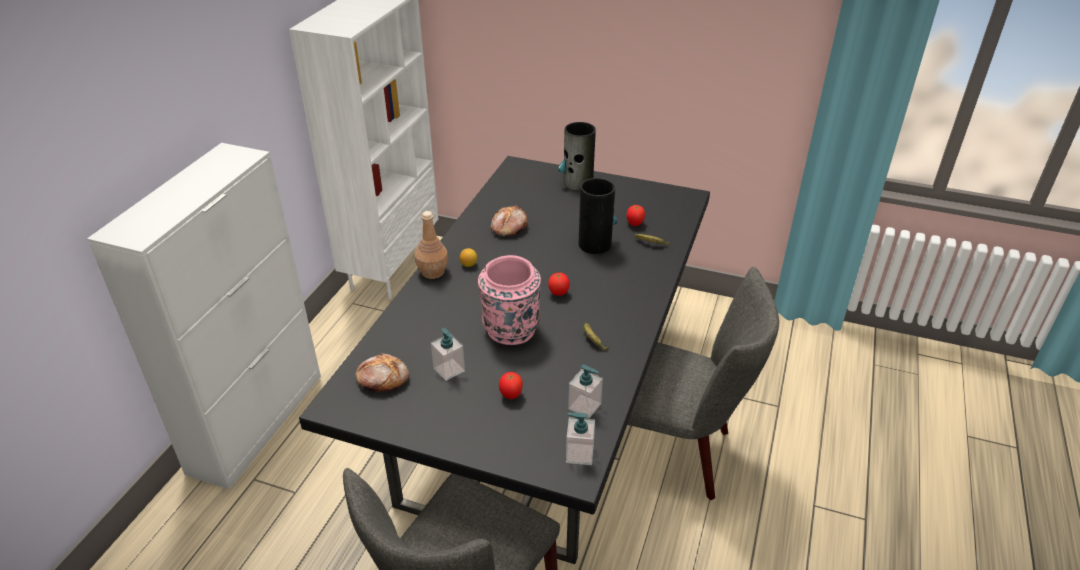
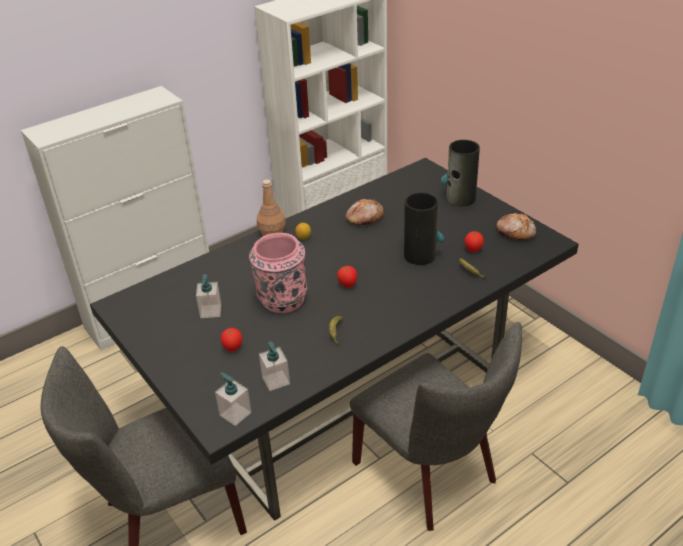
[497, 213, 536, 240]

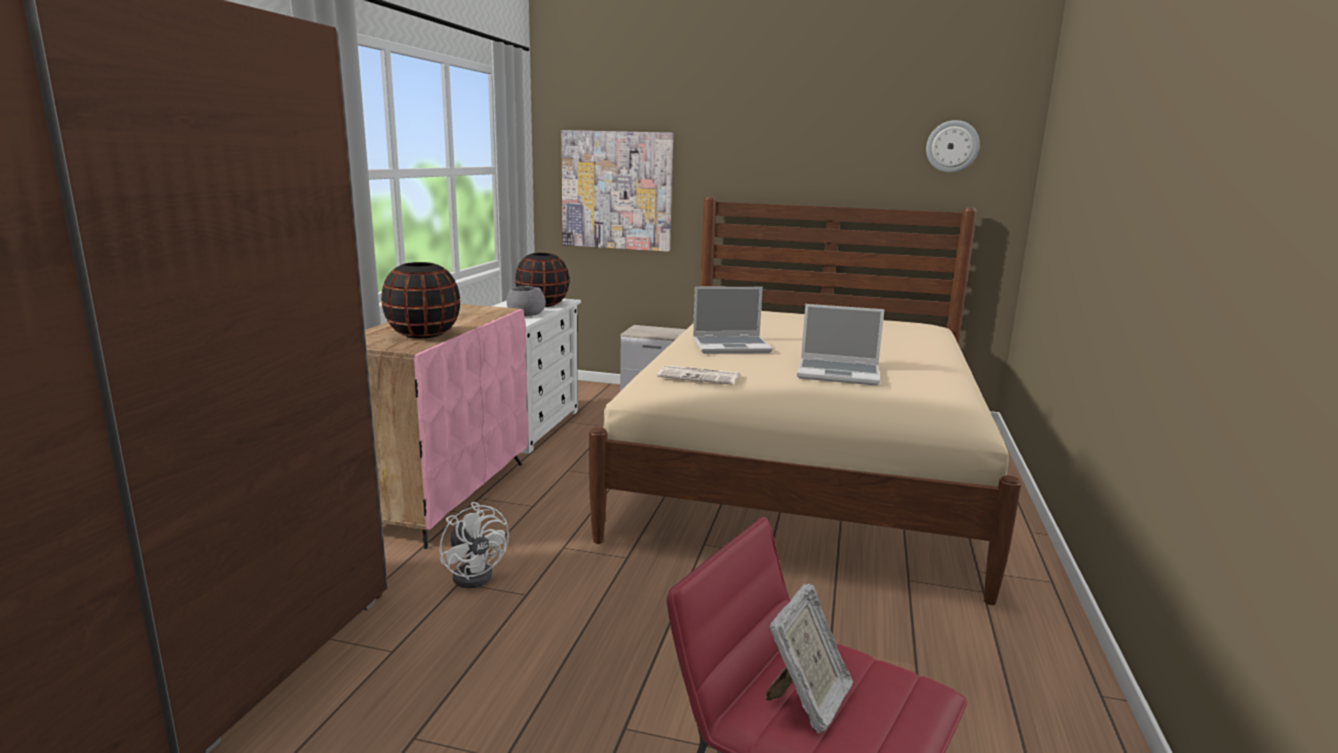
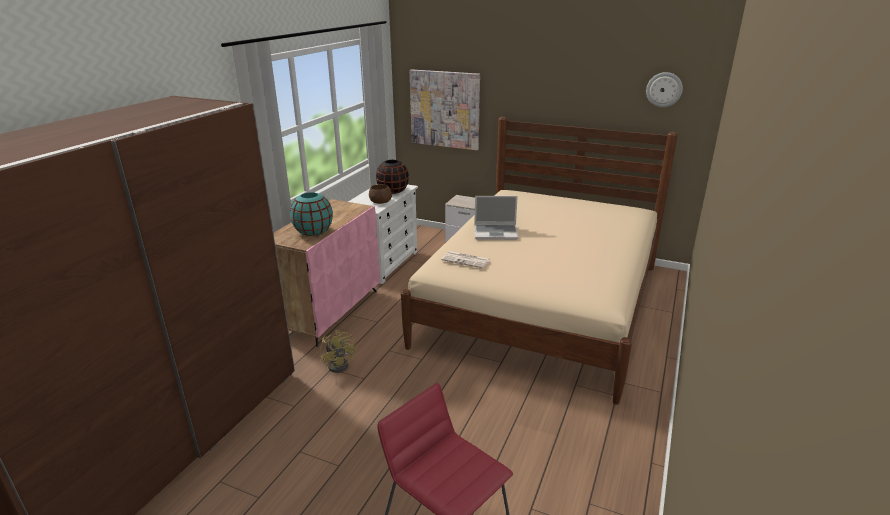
[290, 192, 333, 236]
[319, 330, 357, 373]
[369, 184, 392, 204]
[766, 584, 853, 733] (first image)
[797, 304, 884, 385] (first image)

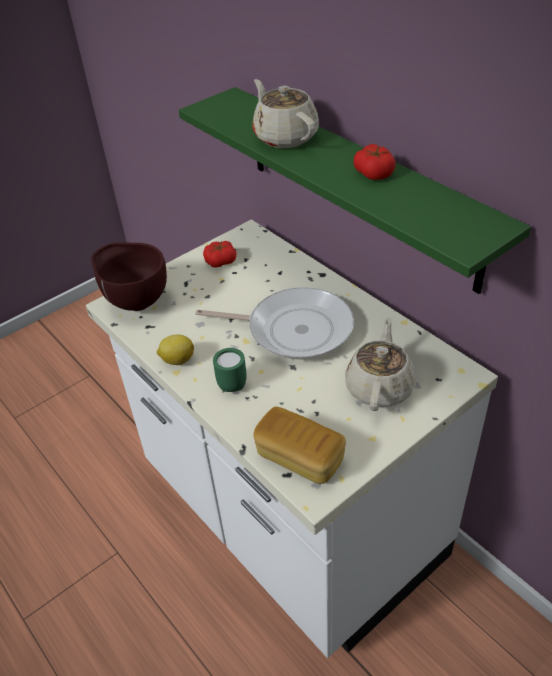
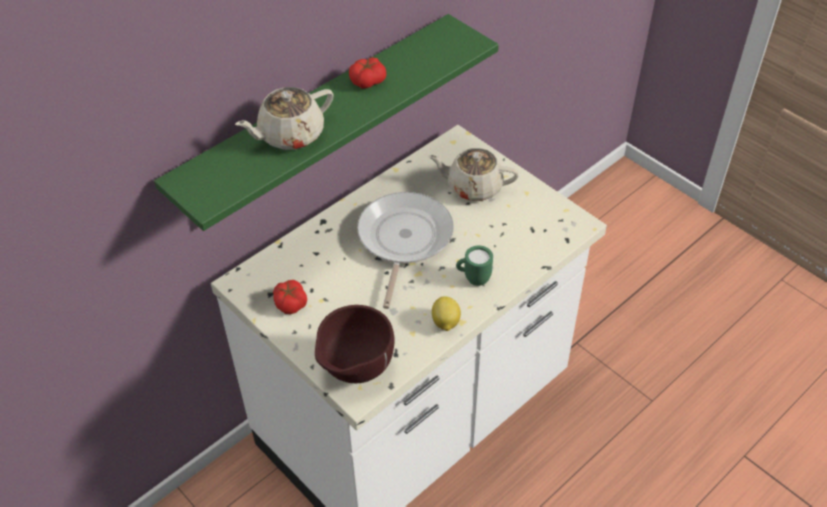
[253, 406, 346, 484] (first image)

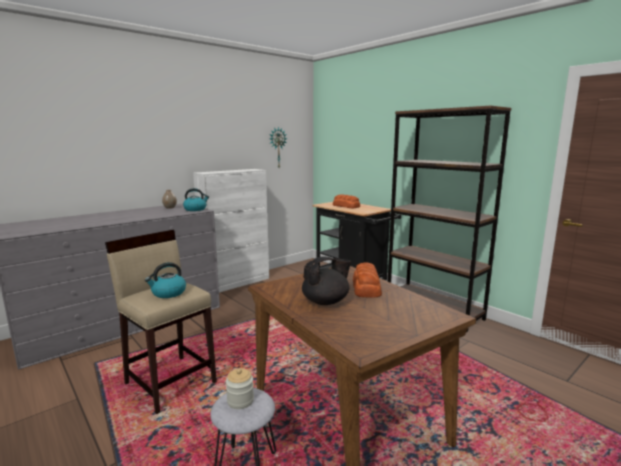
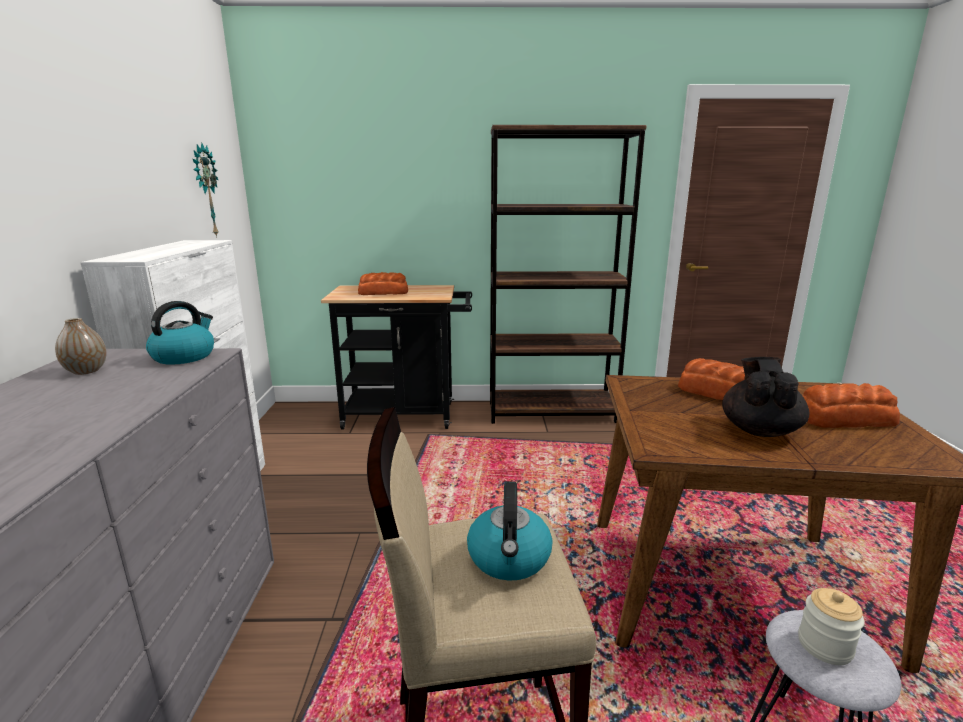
[803, 383, 900, 428]

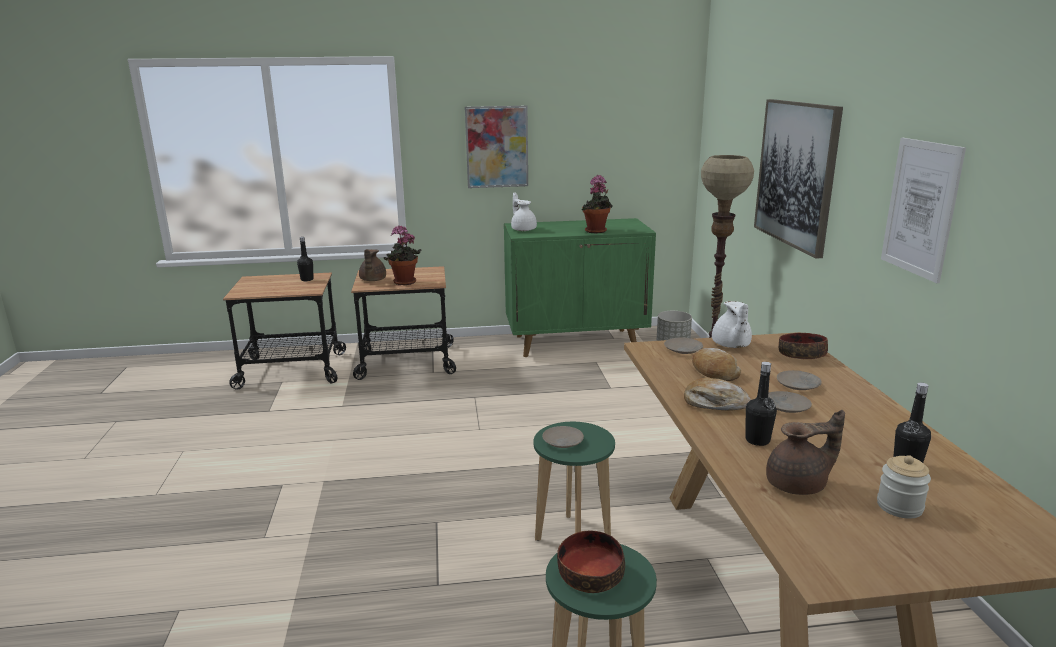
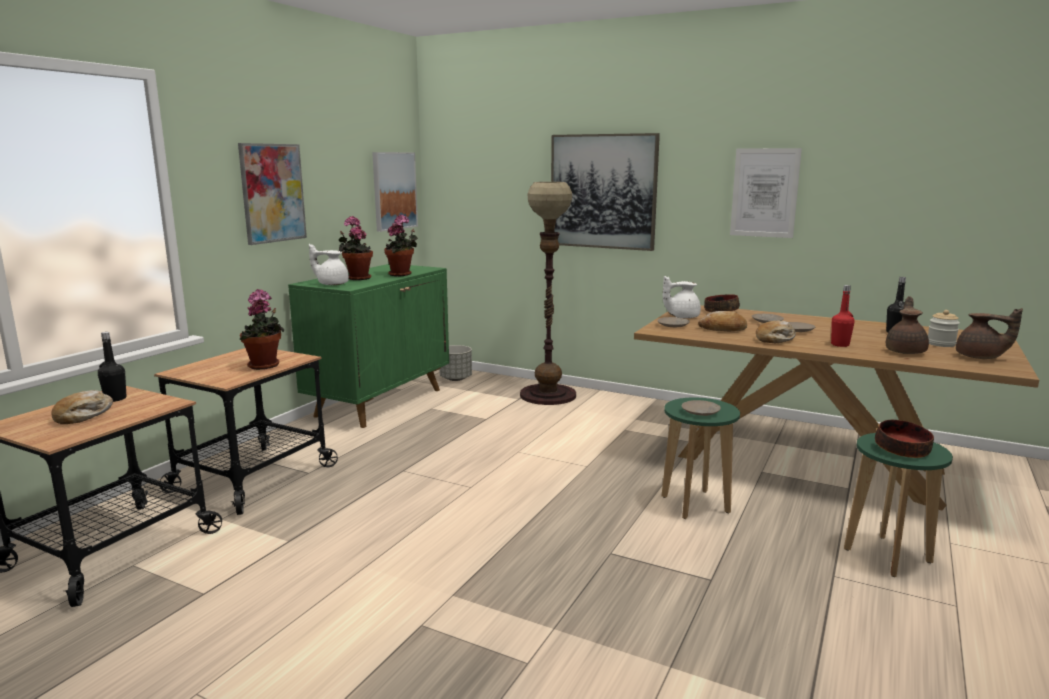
[956, 308, 1023, 359]
[663, 276, 701, 318]
[831, 285, 855, 347]
[51, 390, 113, 424]
[338, 216, 373, 280]
[372, 152, 418, 232]

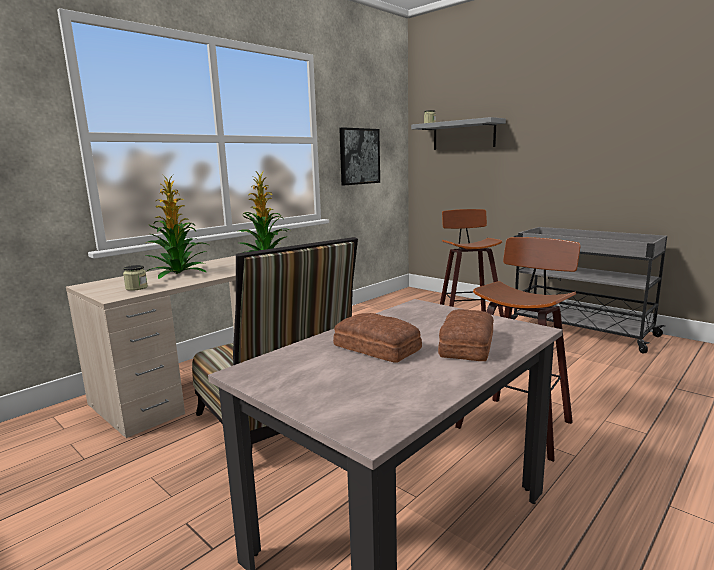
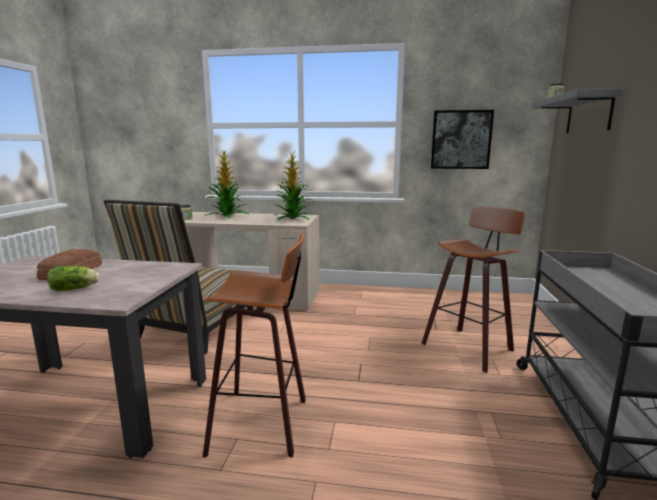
[47, 266, 100, 291]

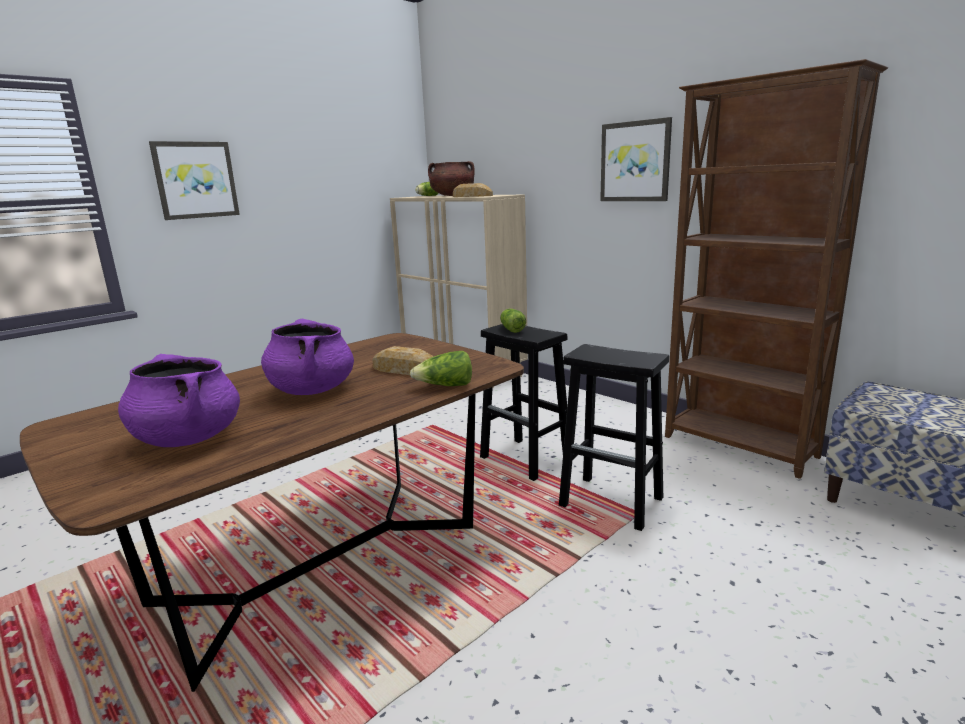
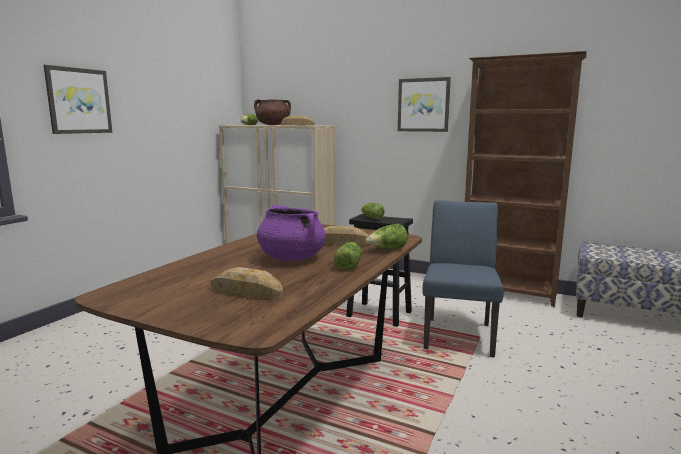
[211, 267, 283, 301]
[422, 200, 504, 358]
[334, 242, 362, 270]

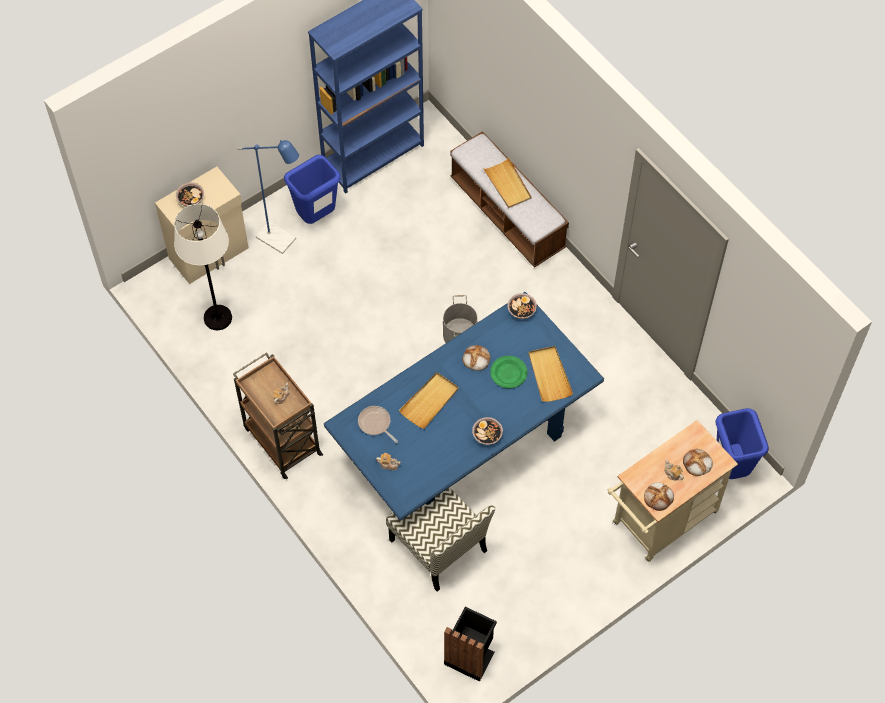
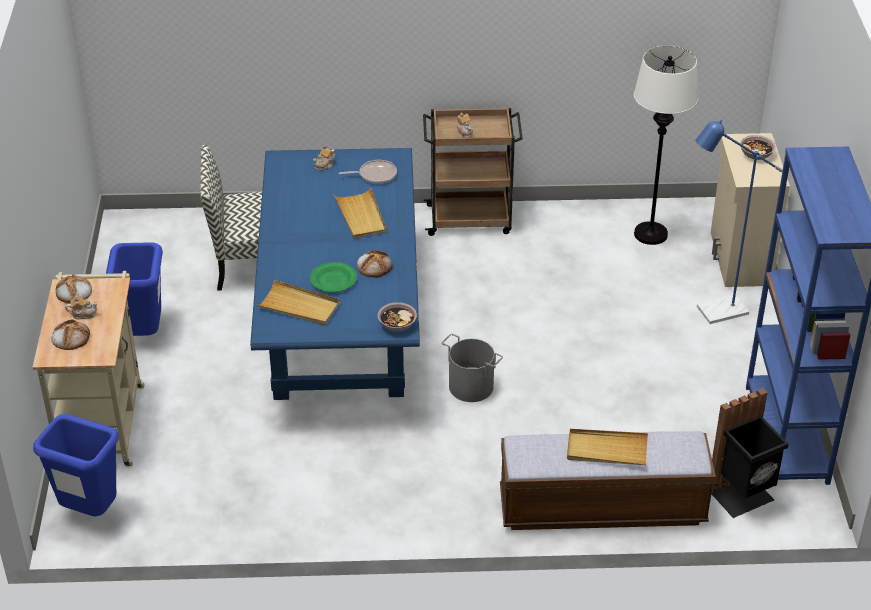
[106, 242, 163, 336]
[711, 388, 789, 518]
[472, 417, 503, 445] (first image)

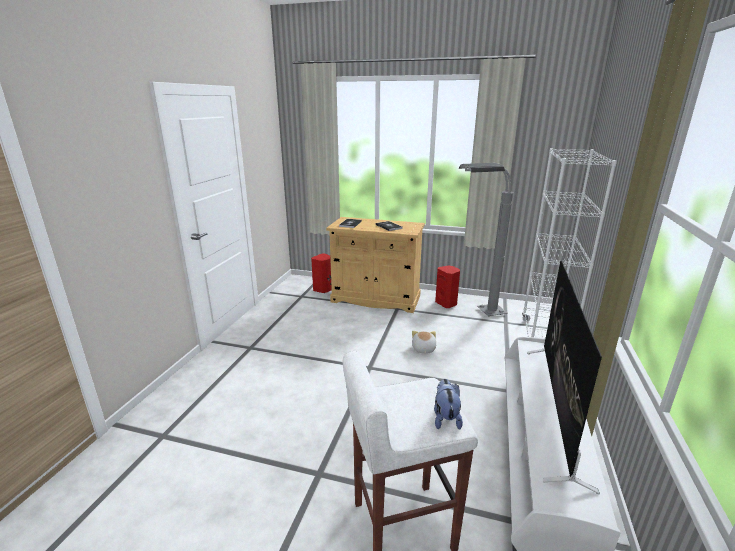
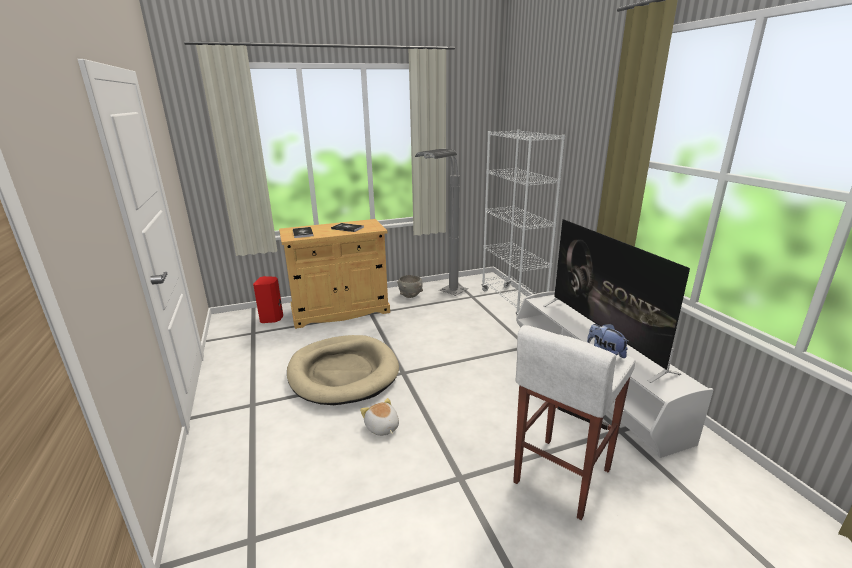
[360, 398, 399, 436]
[397, 275, 423, 298]
[287, 335, 399, 405]

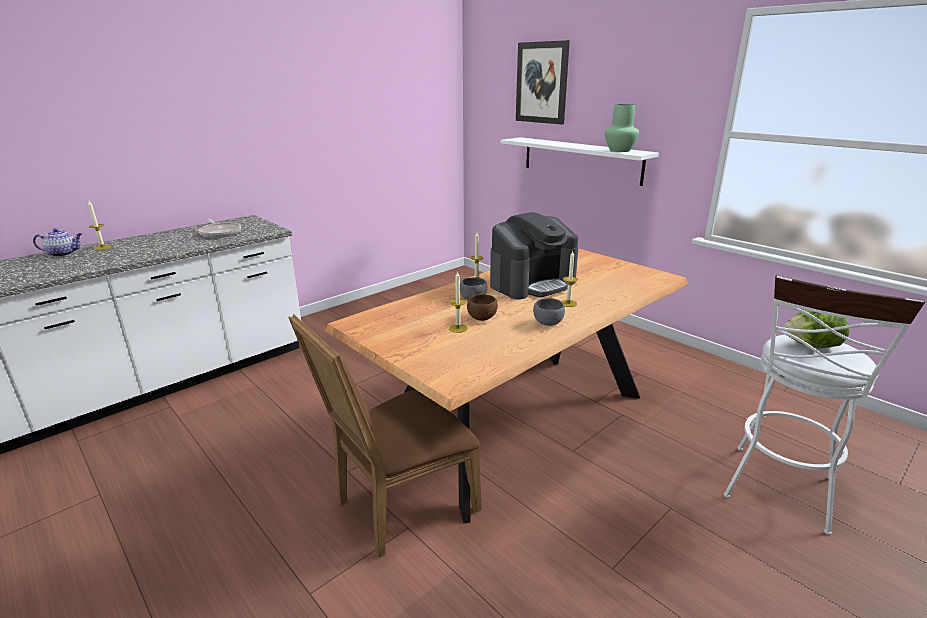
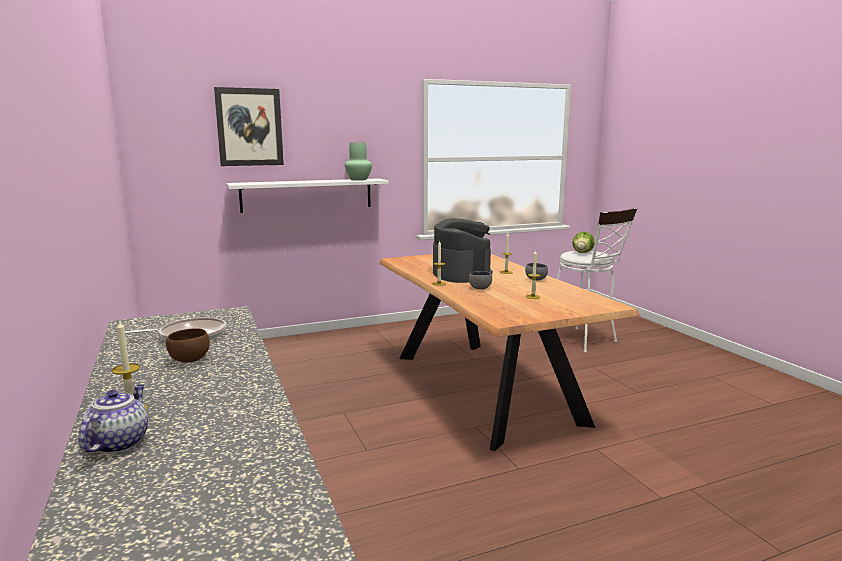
[289, 314, 482, 558] (first image)
[166, 328, 210, 363]

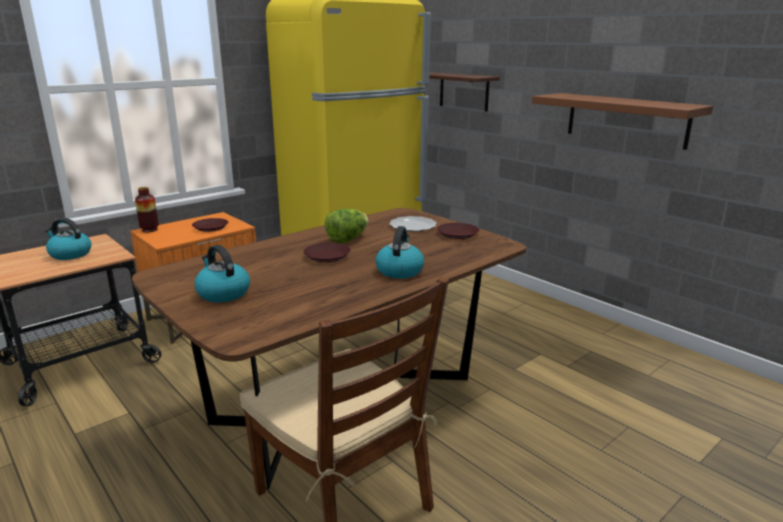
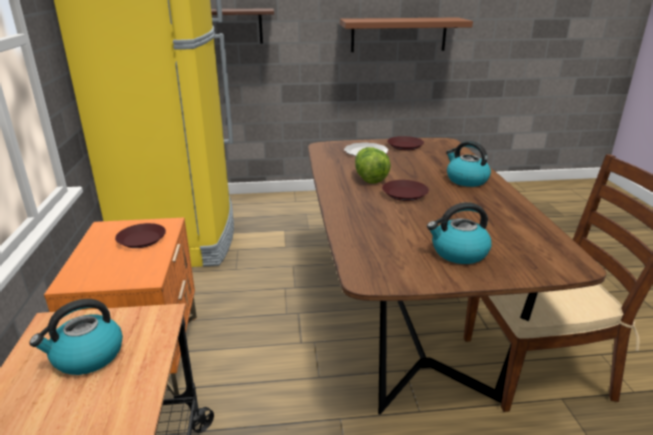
[135, 187, 159, 232] (first image)

